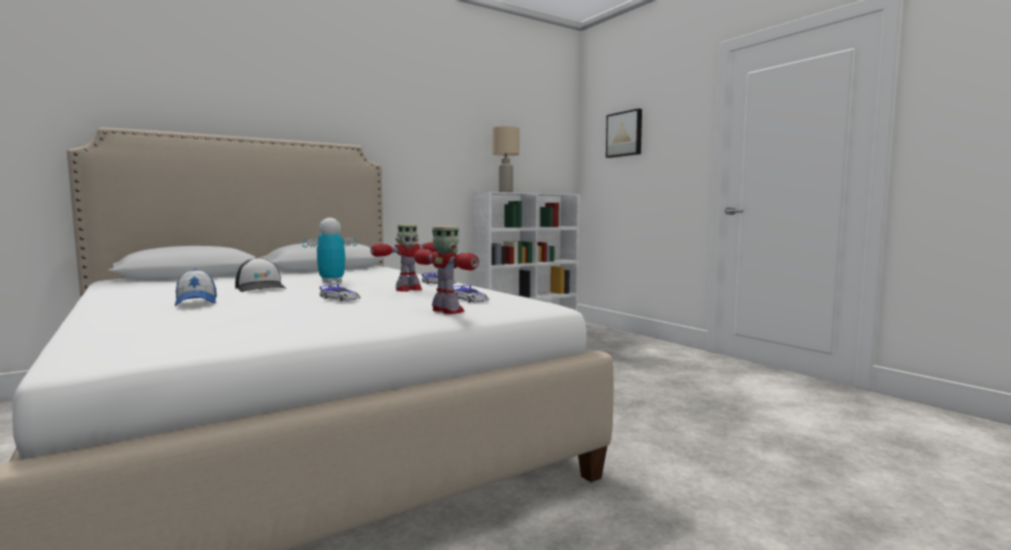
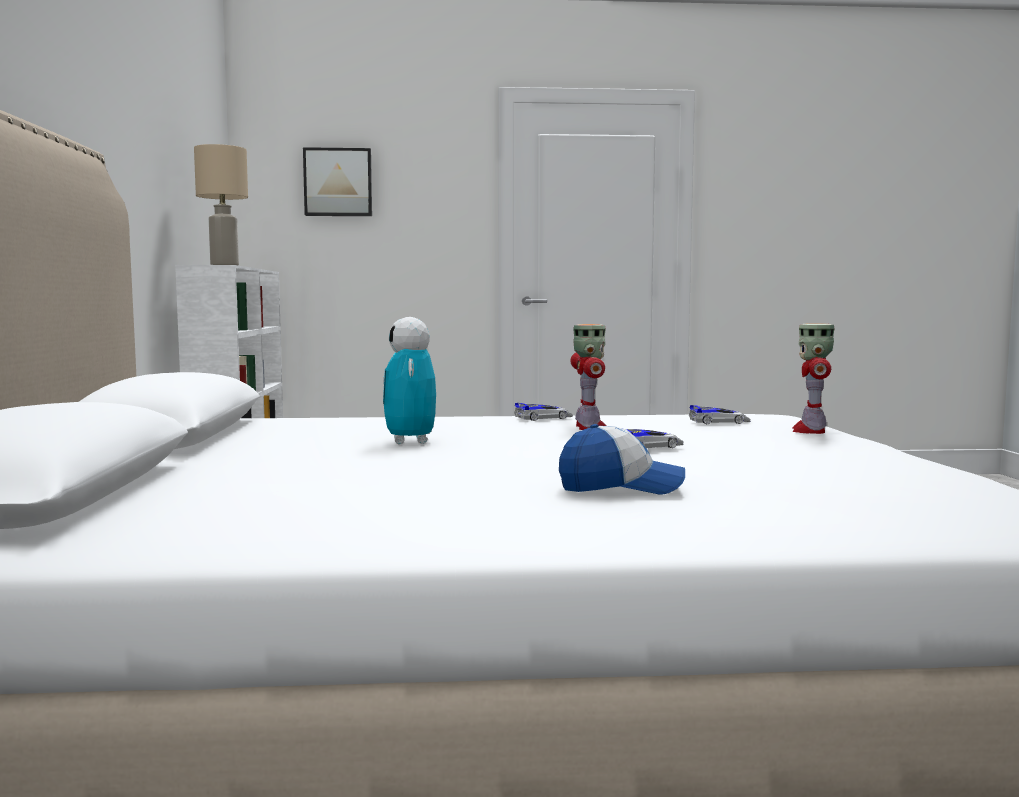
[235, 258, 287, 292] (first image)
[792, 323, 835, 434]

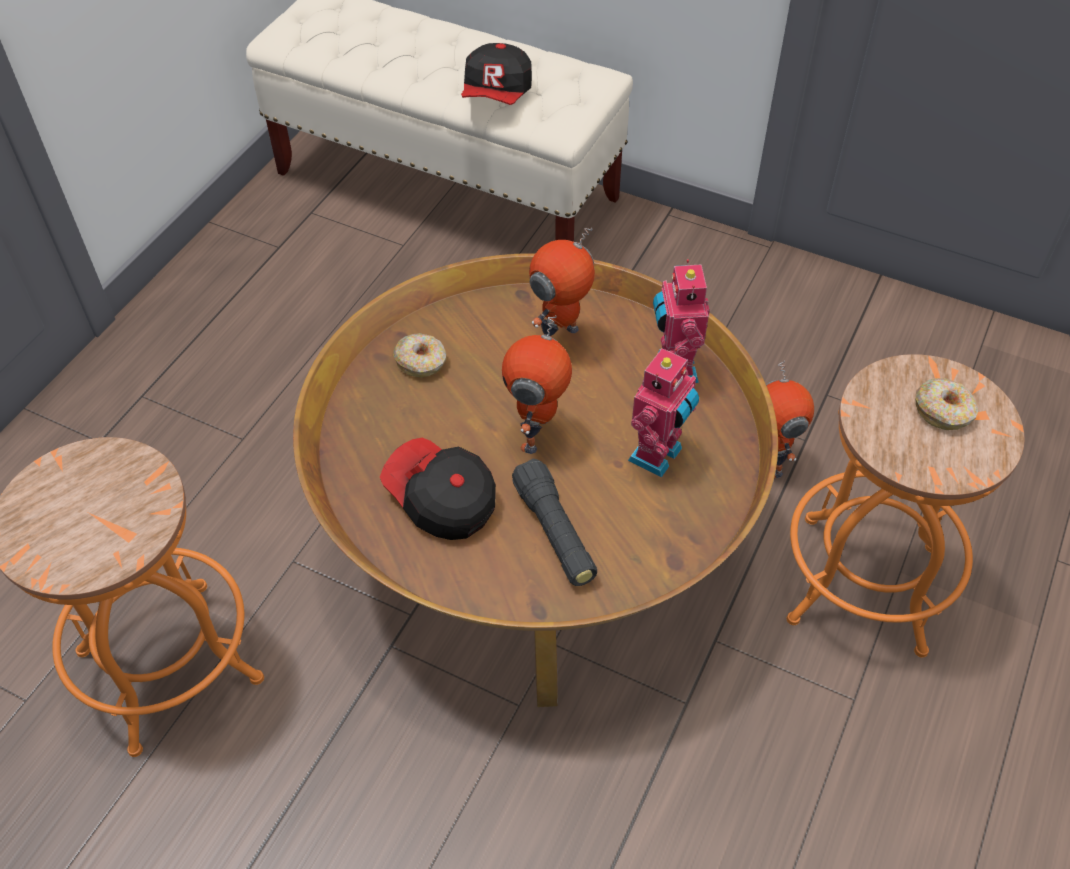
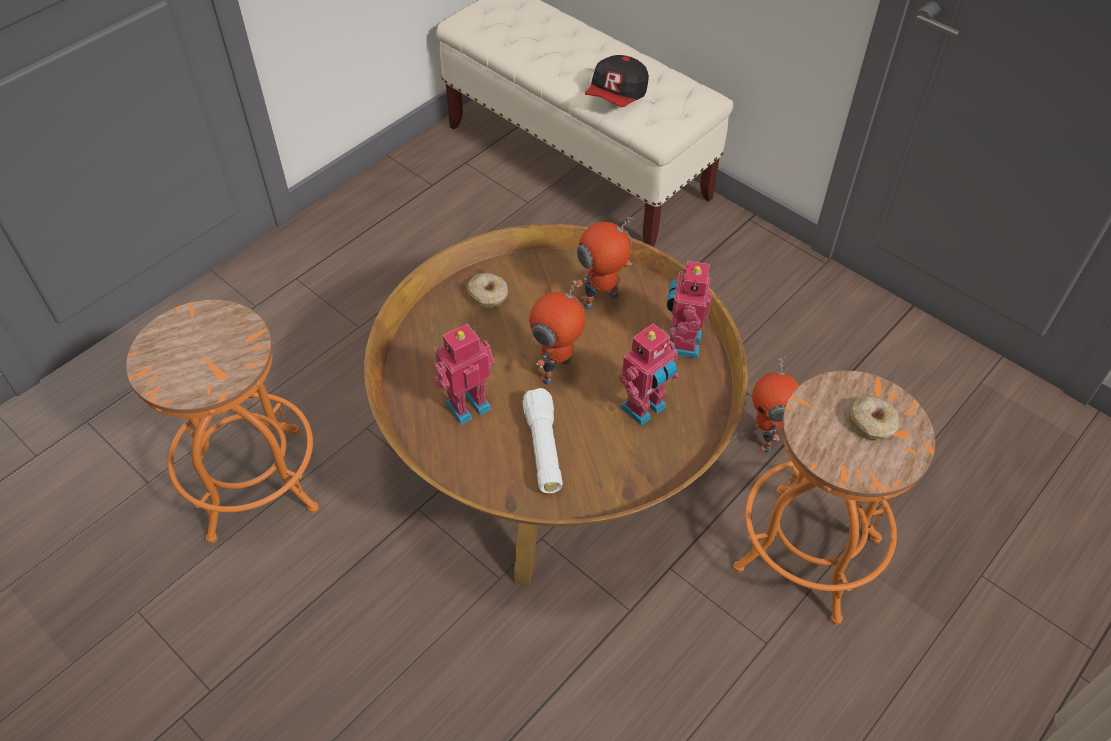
[433, 324, 495, 425]
[522, 388, 563, 493]

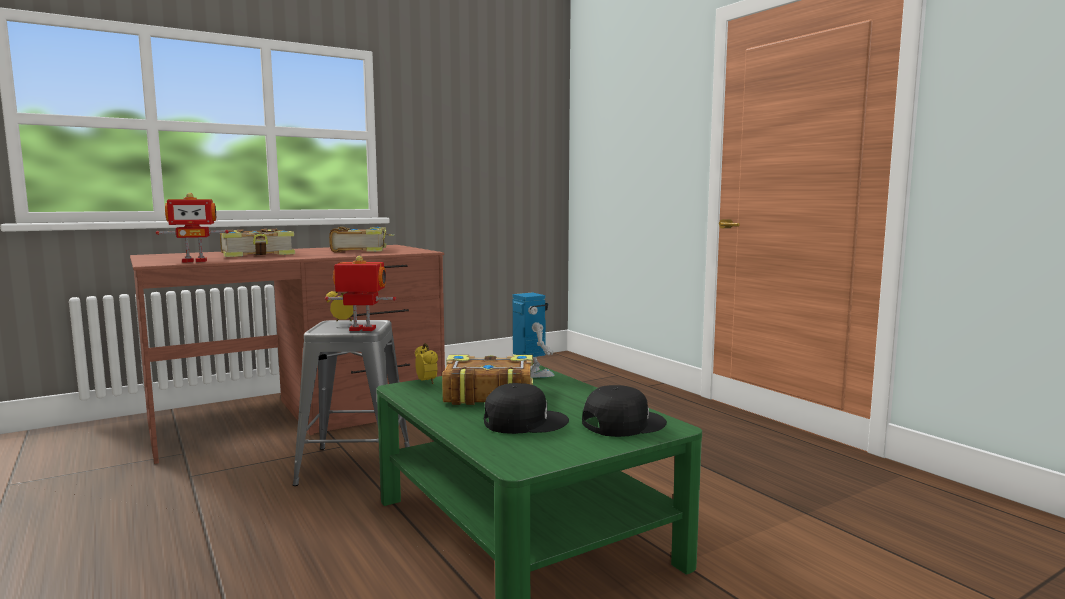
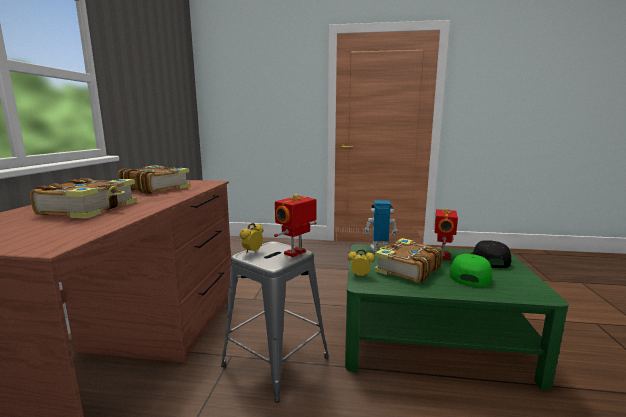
[435, 208, 458, 259]
[450, 254, 493, 287]

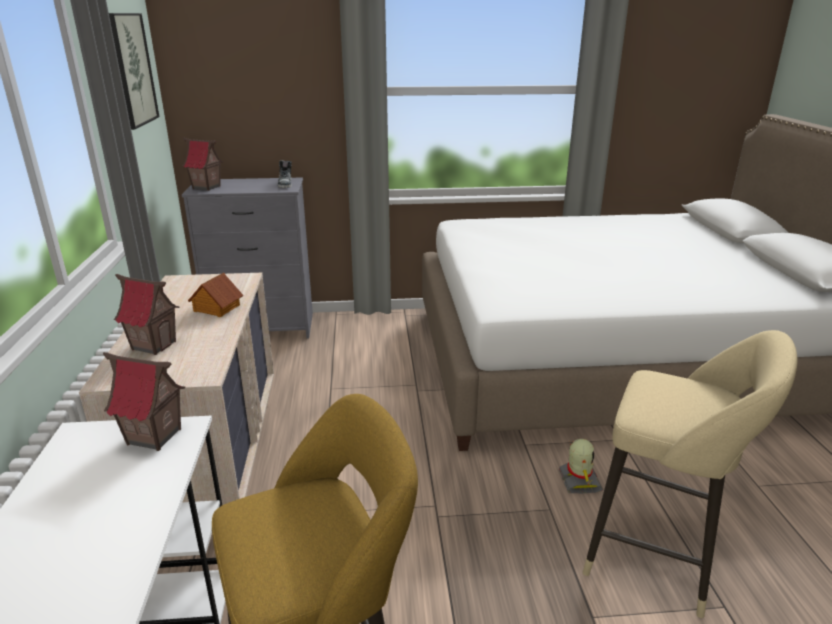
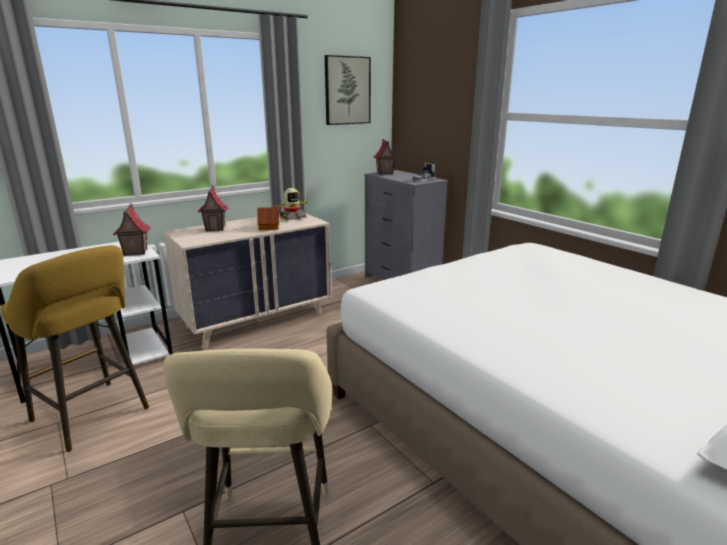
[275, 188, 310, 220]

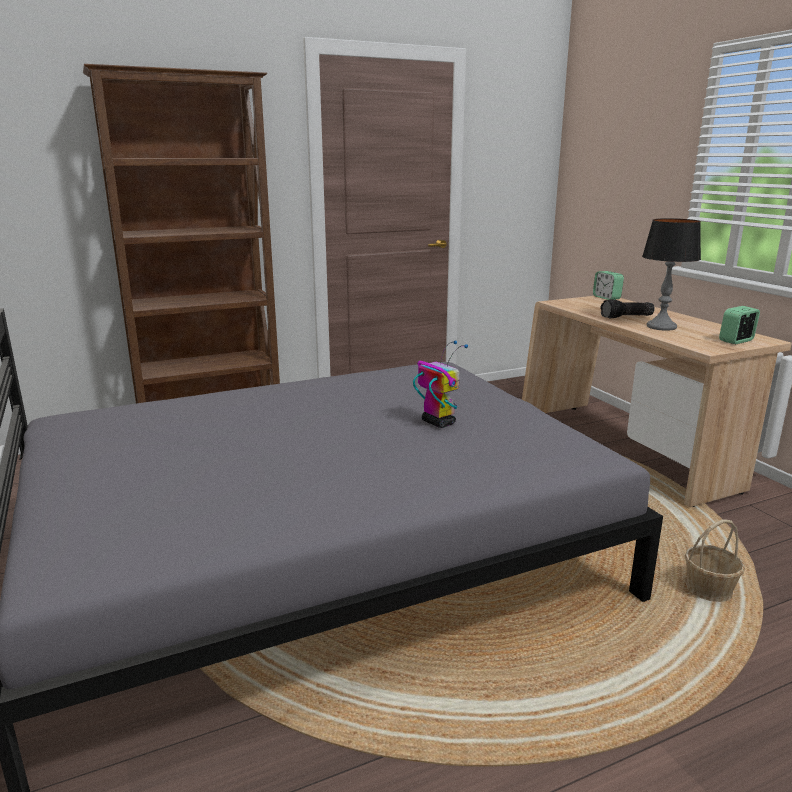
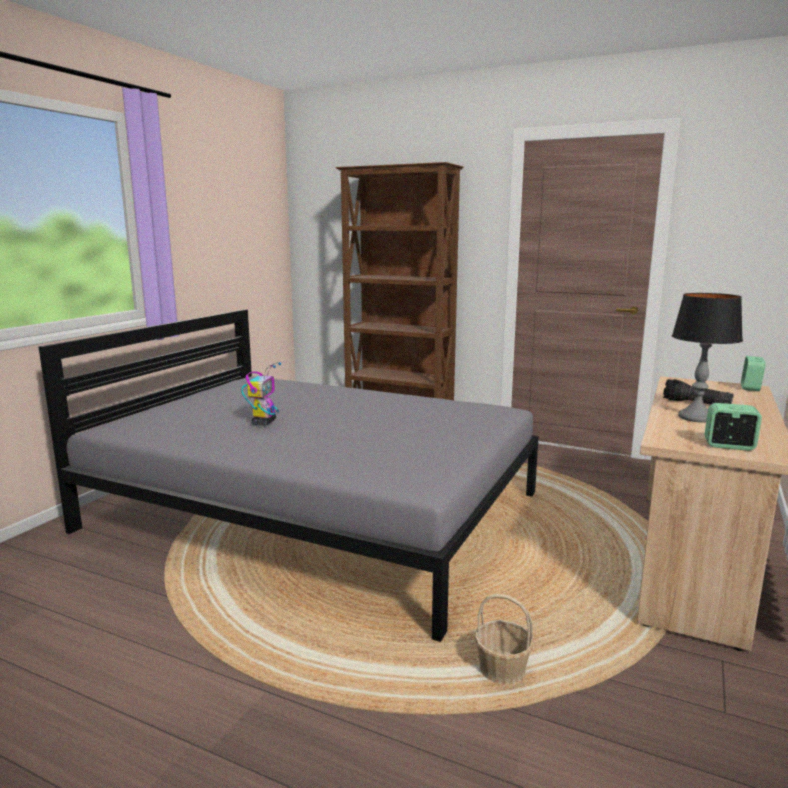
[241, 362, 281, 425]

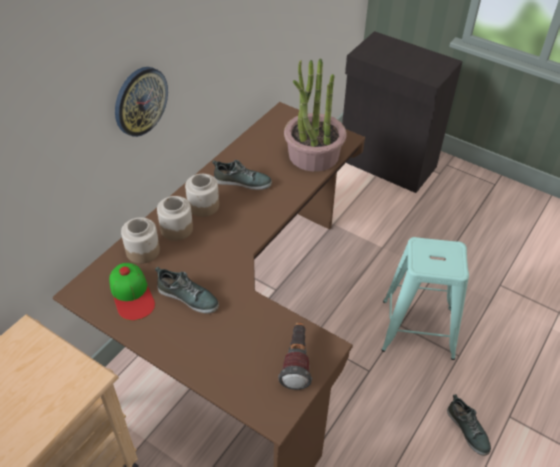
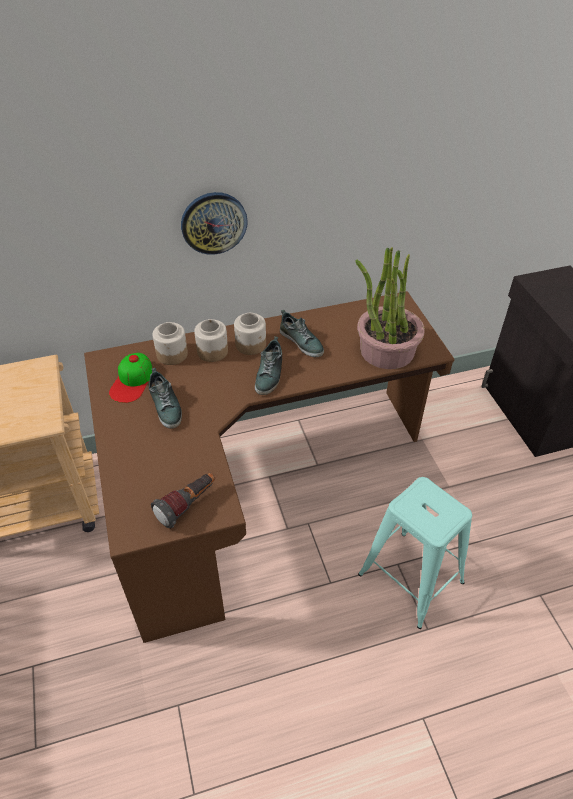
[255, 336, 282, 395]

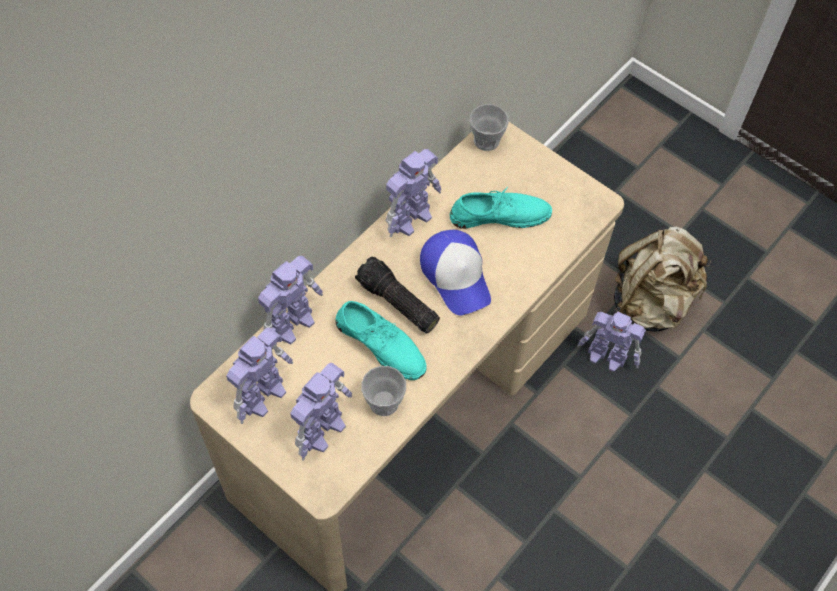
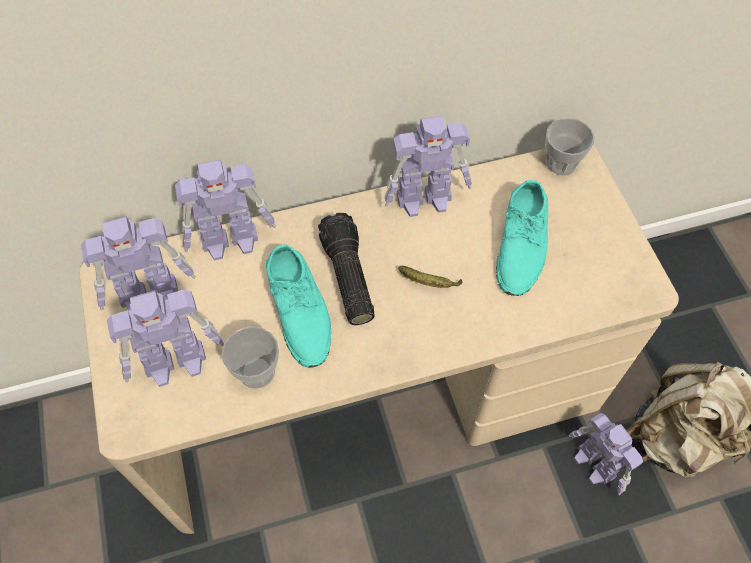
[398, 266, 463, 288]
[496, 180, 548, 296]

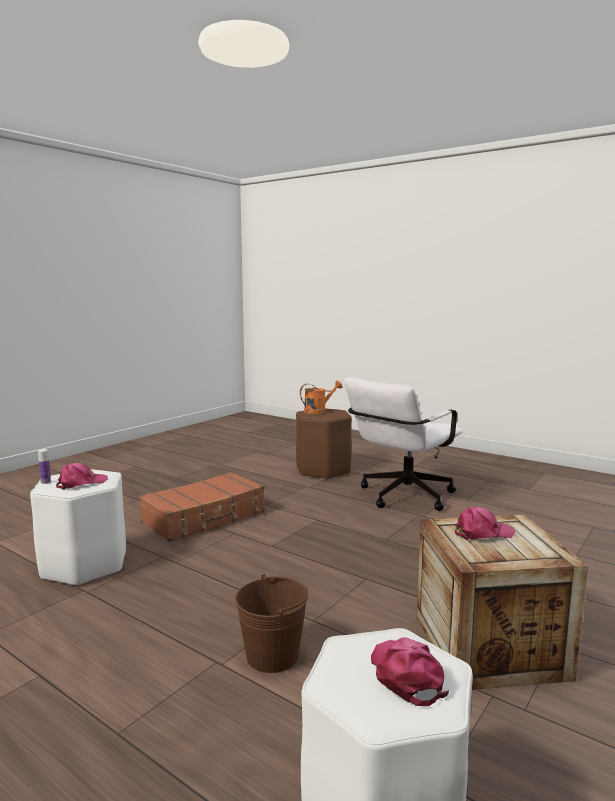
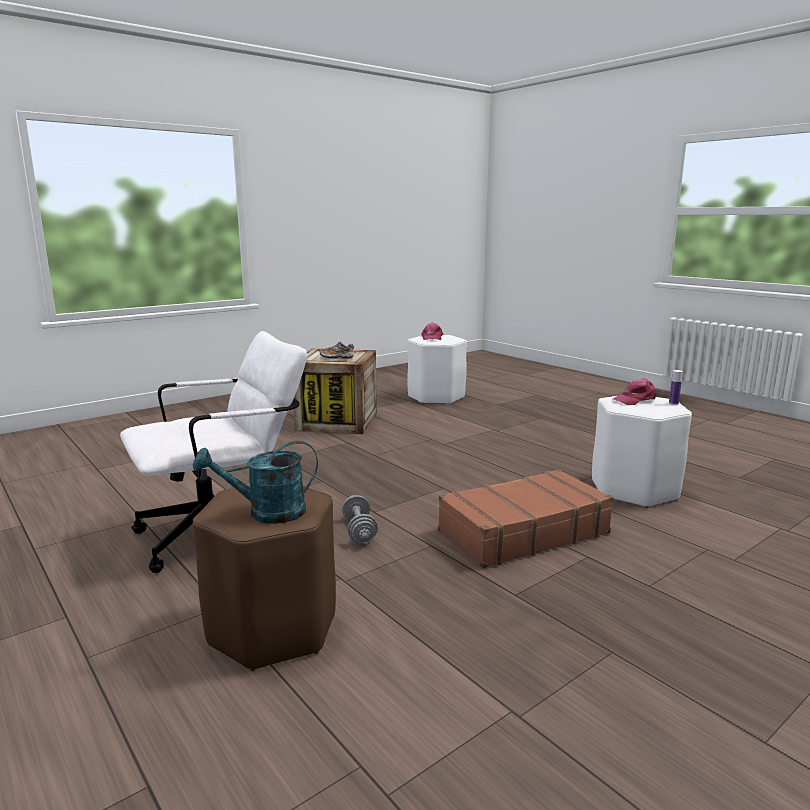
[235, 575, 308, 673] (first image)
[193, 441, 318, 524]
[319, 342, 354, 359]
[342, 495, 378, 544]

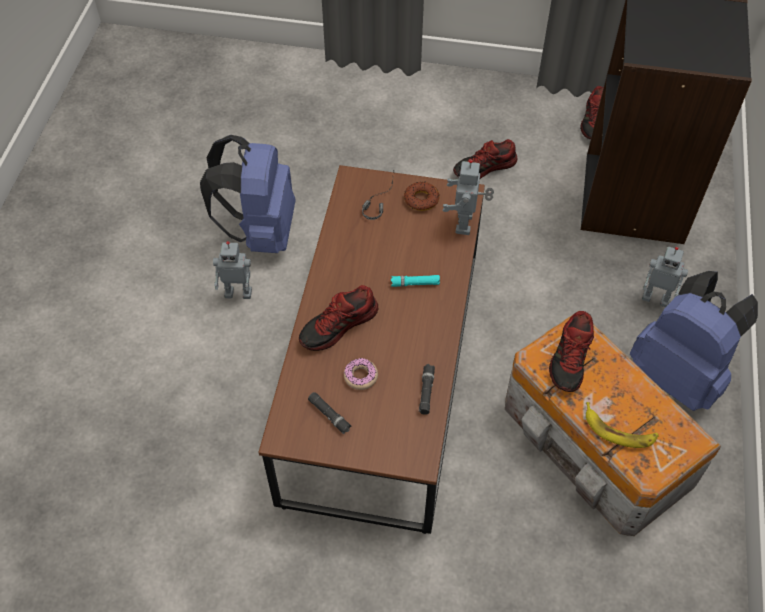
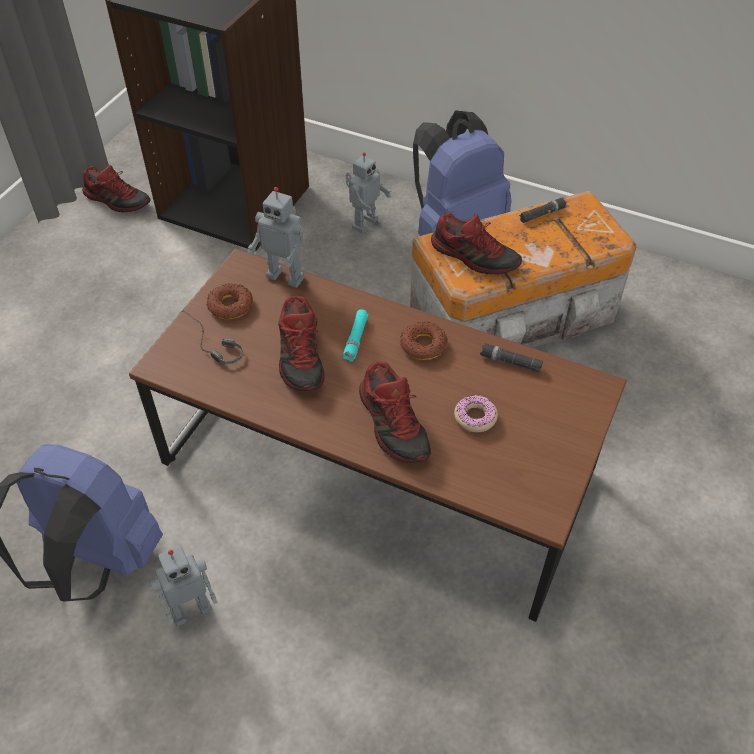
[150, 546, 218, 626]
[519, 197, 567, 223]
[278, 296, 325, 391]
[586, 402, 659, 448] (first image)
[400, 322, 448, 360]

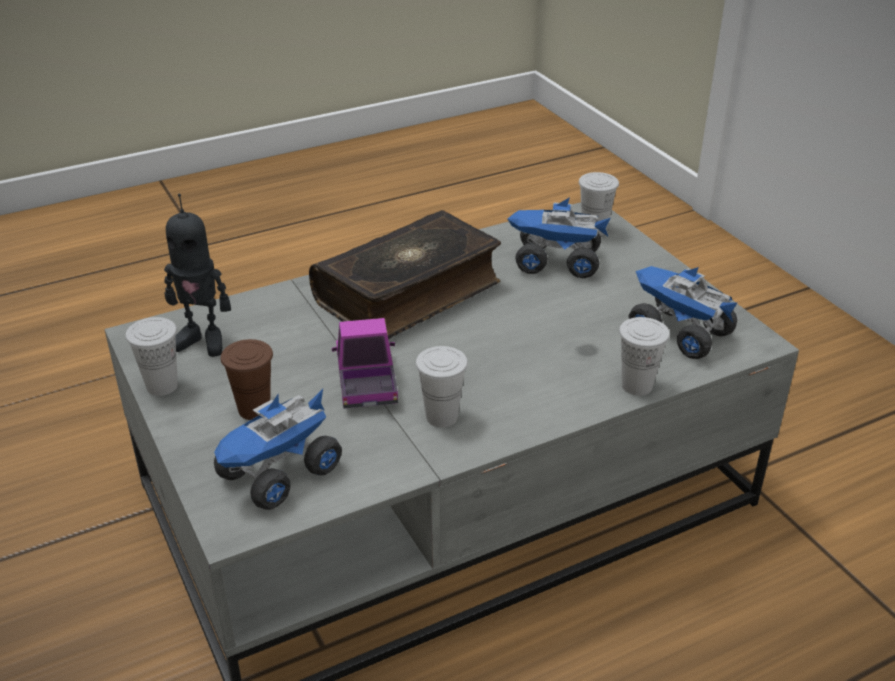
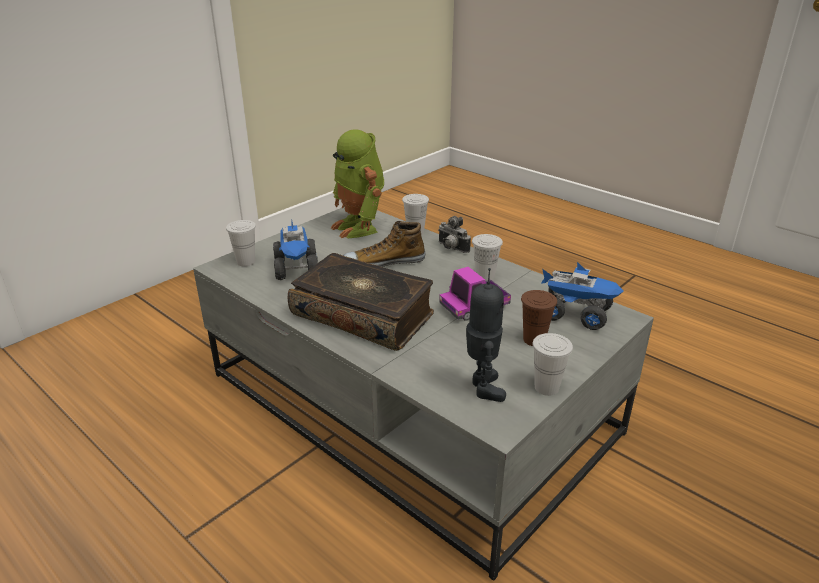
[331, 130, 384, 238]
[343, 221, 426, 267]
[438, 216, 471, 253]

